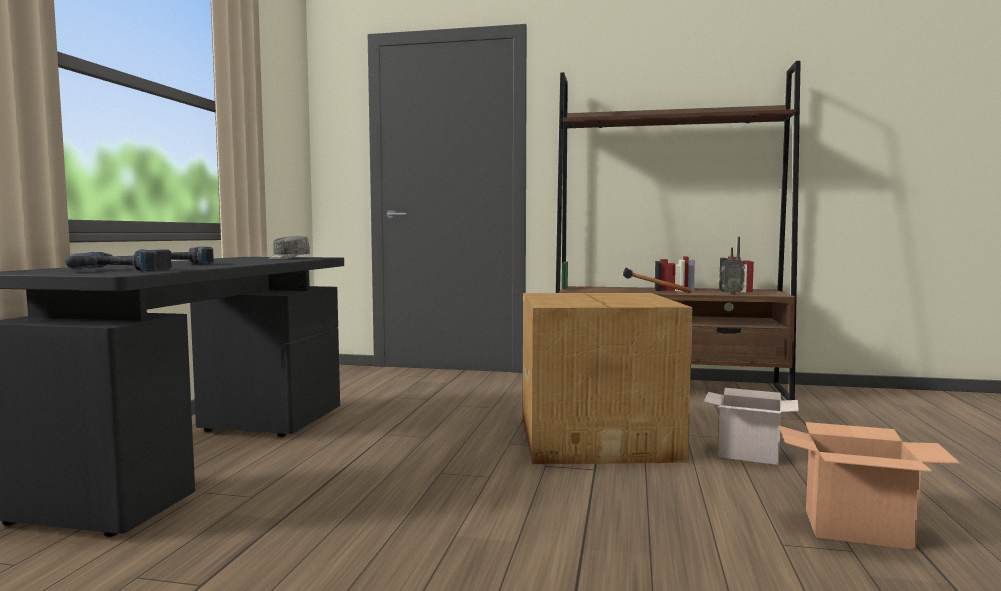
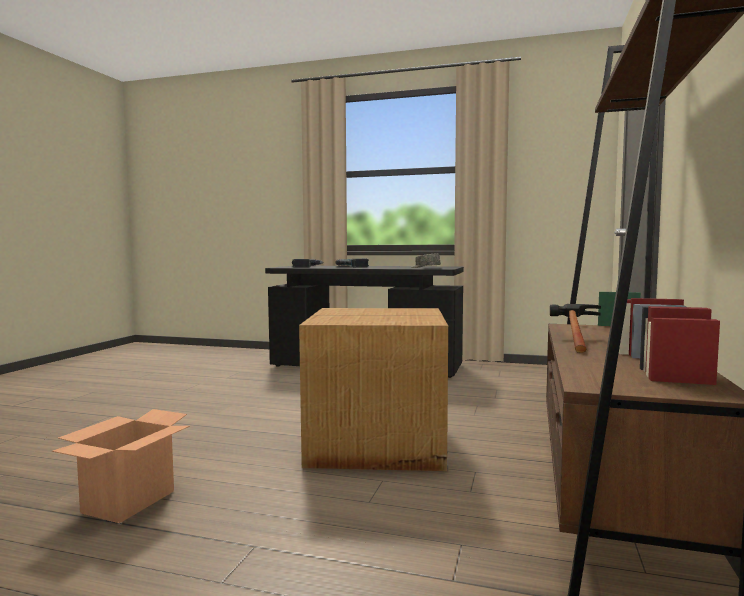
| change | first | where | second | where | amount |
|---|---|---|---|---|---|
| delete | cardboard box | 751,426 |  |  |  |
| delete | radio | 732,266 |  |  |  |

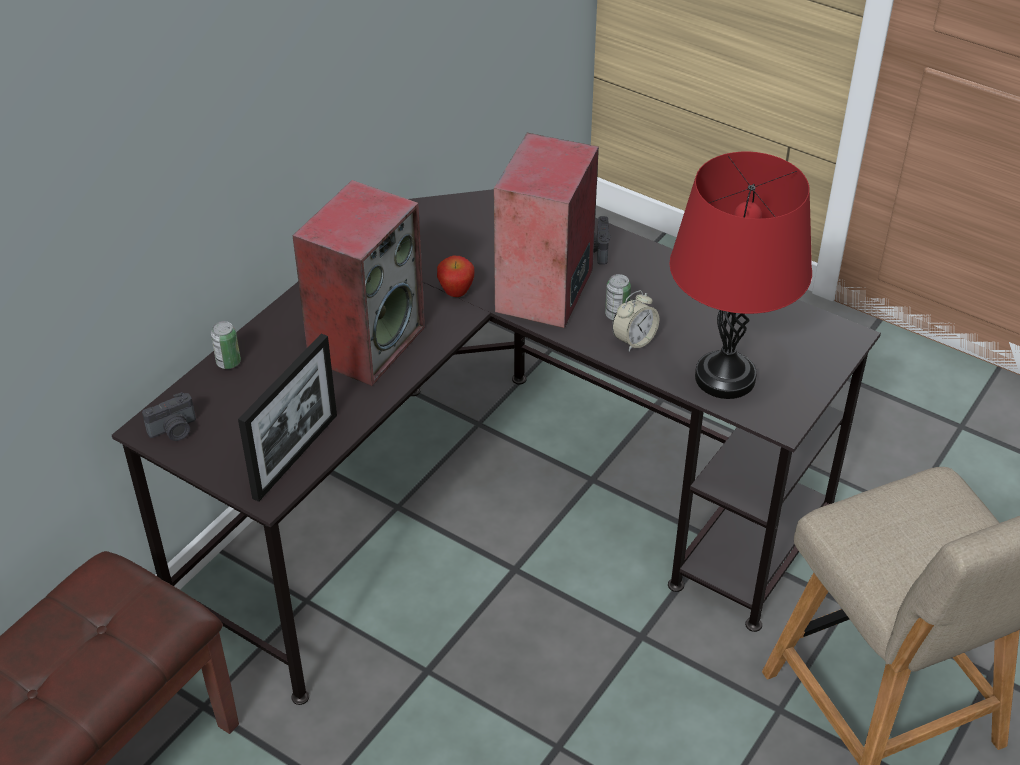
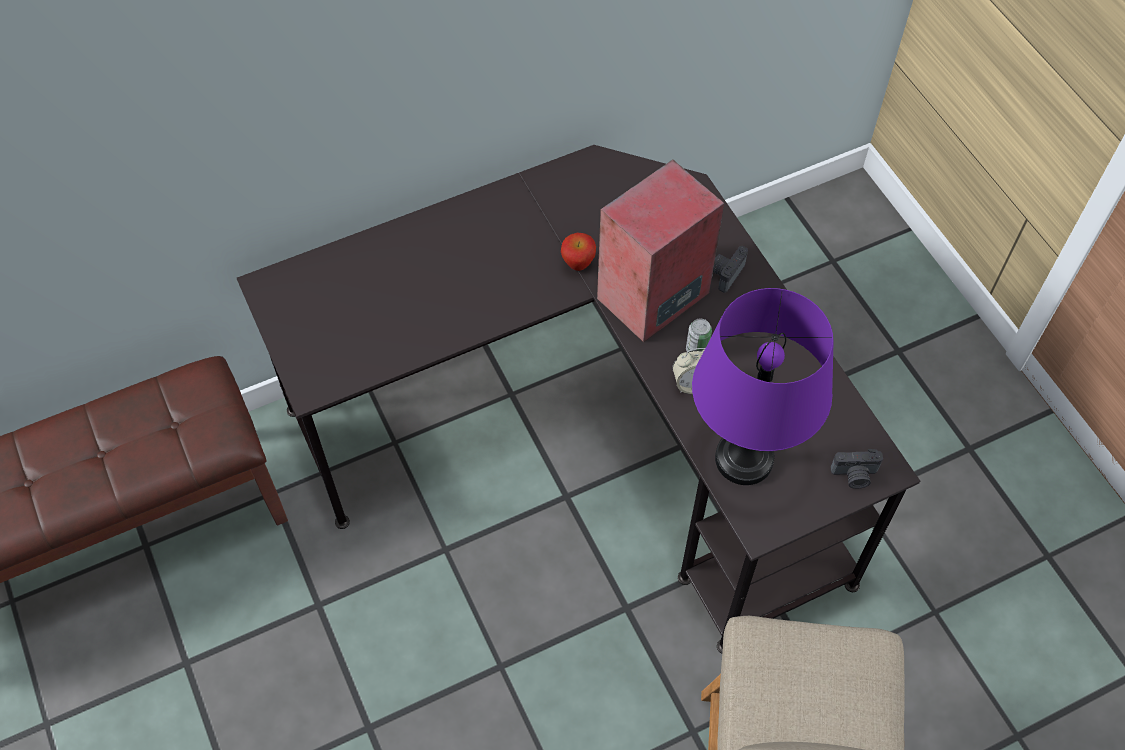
| change | first | where | second | where | amount |
|---|---|---|---|---|---|
| move | photo camera | 169,416 |  | 856,469 |  |
| delete | can | 226,345 |  |  |  |
| delete | picture frame | 287,418 |  |  |  |
| delete | speaker | 359,283 |  |  |  |
| recolor | red table lamp | 740,275 | purple table lamp | 762,386 |  |

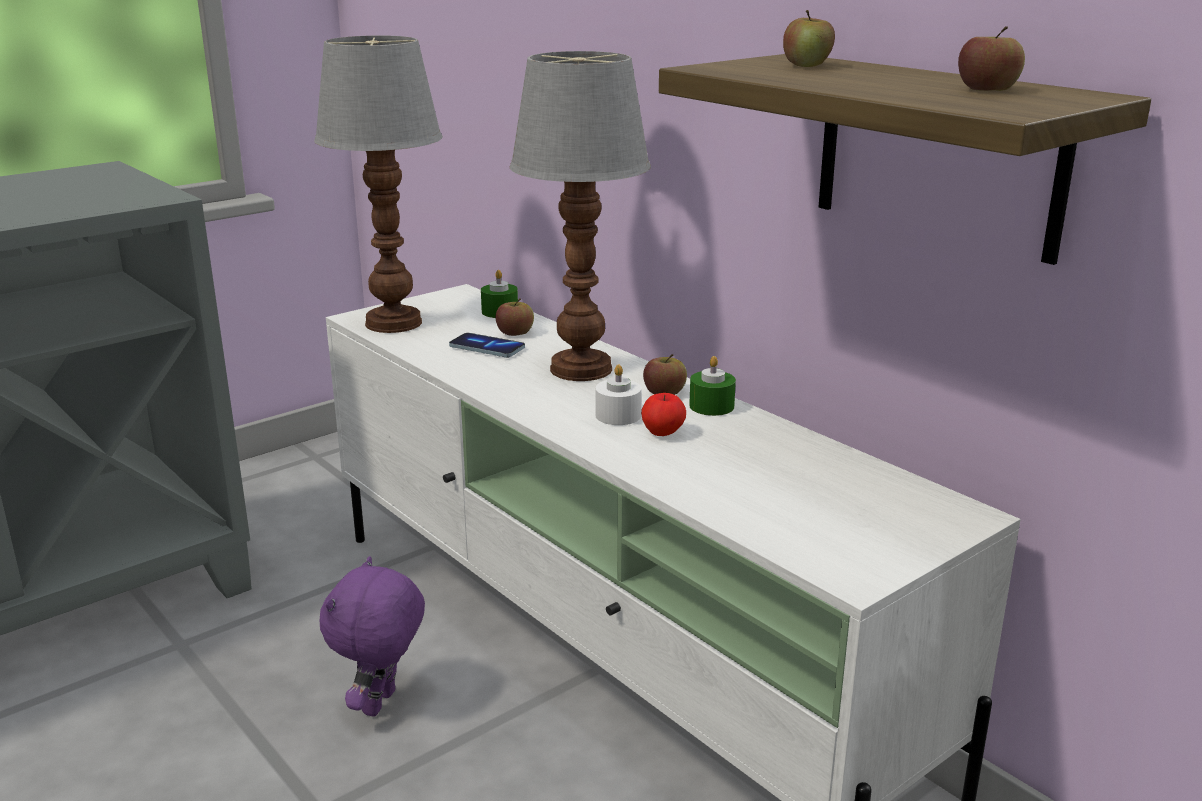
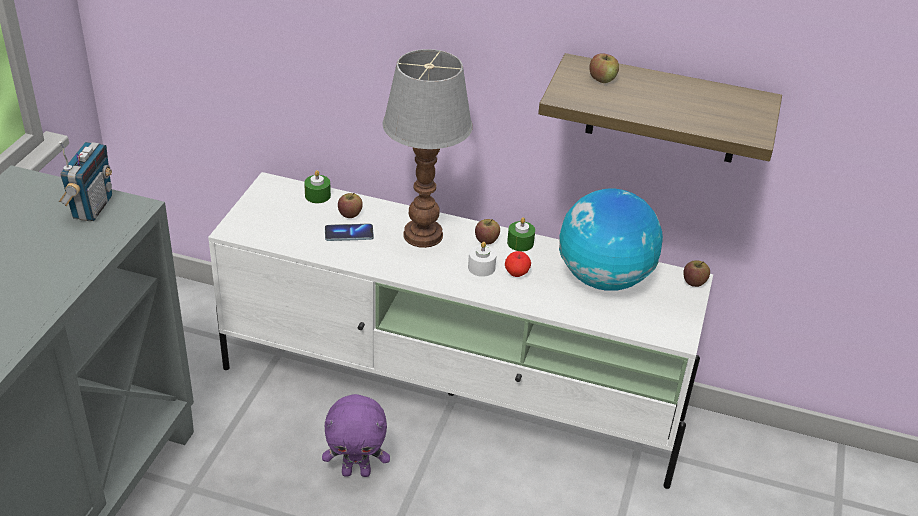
| change | first | where | second | where | amount |
|---|---|---|---|---|---|
| delete | table lamp | 378,184 |  |  |  |
| rotate | purple plush toy | 372,636 |  | 356,435 | 75 degrees counterclockwise |
| move | apple | 991,58 |  | 696,273 |  |
| insert |  |  | radio | 85,181 |  |
| insert |  |  | globe | 611,240 |  |

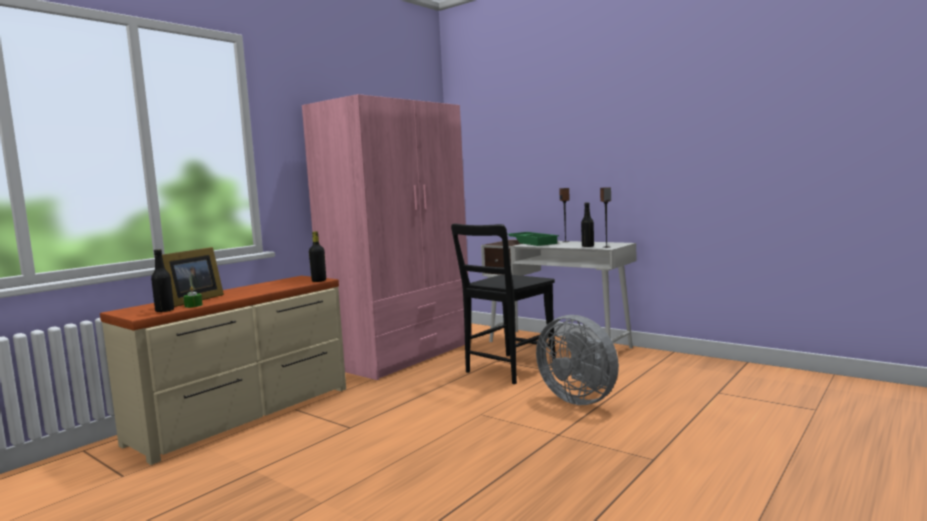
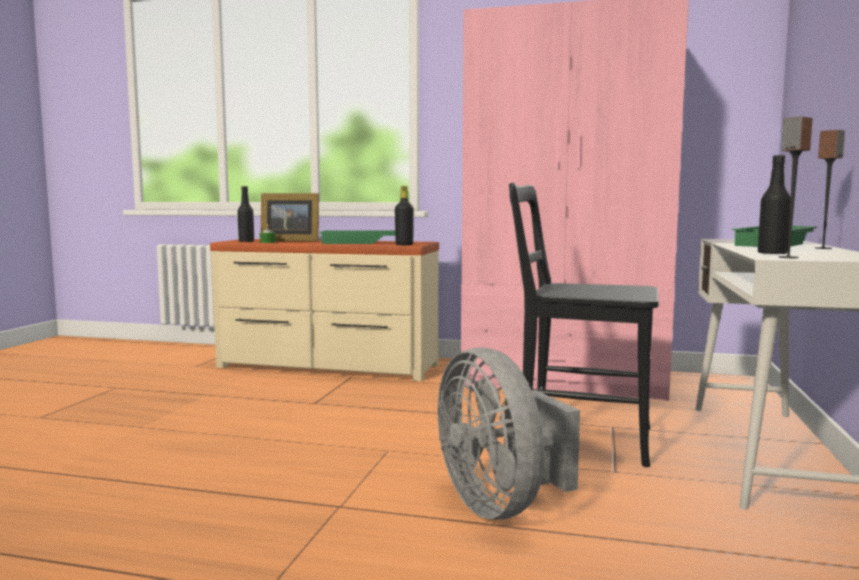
| change | first | where | second | where | amount |
|---|---|---|---|---|---|
| rotate | grey fan | 577,360 |  | 508,433 | 45 degrees counterclockwise |
| insert |  |  | green tray | 357,237 |  |

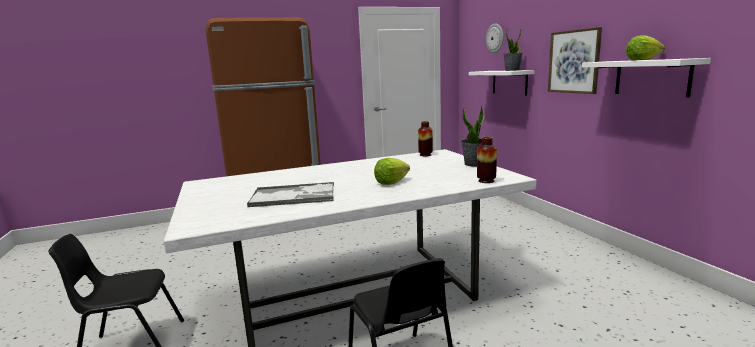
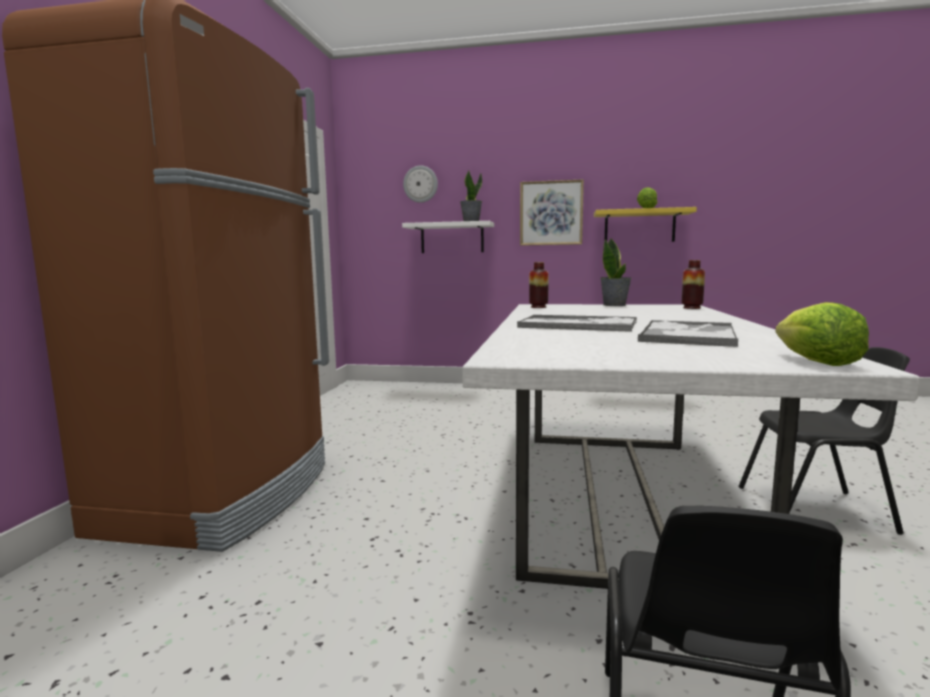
| change | first | where | second | where | amount |
|---|---|---|---|---|---|
| move | lettuce | 392,171 |  | 822,334 |  |
| recolor | white shelf | 646,77 | yellow shelf | 645,224 |  |
| insert |  |  | tray | 577,323 |  |

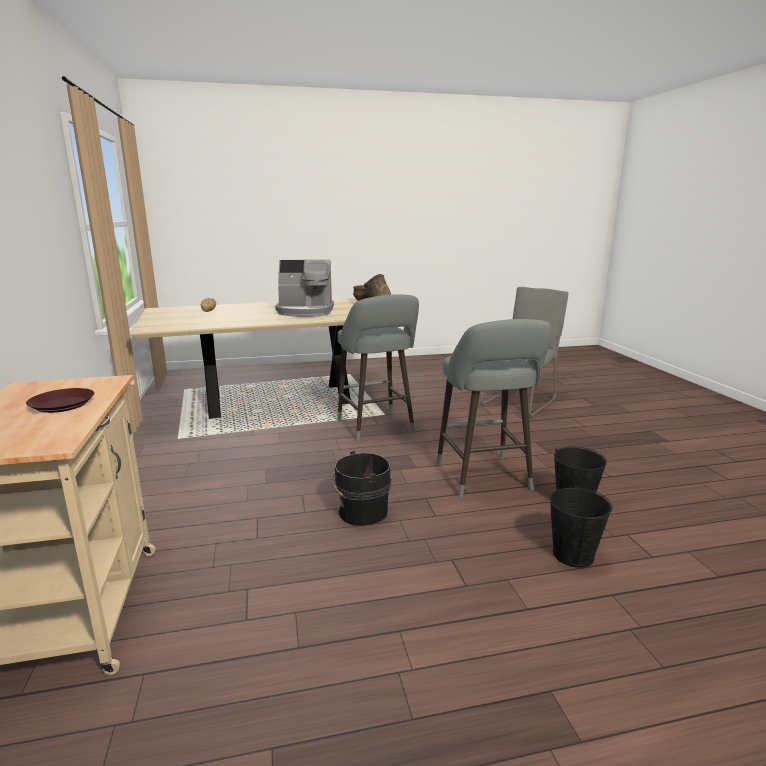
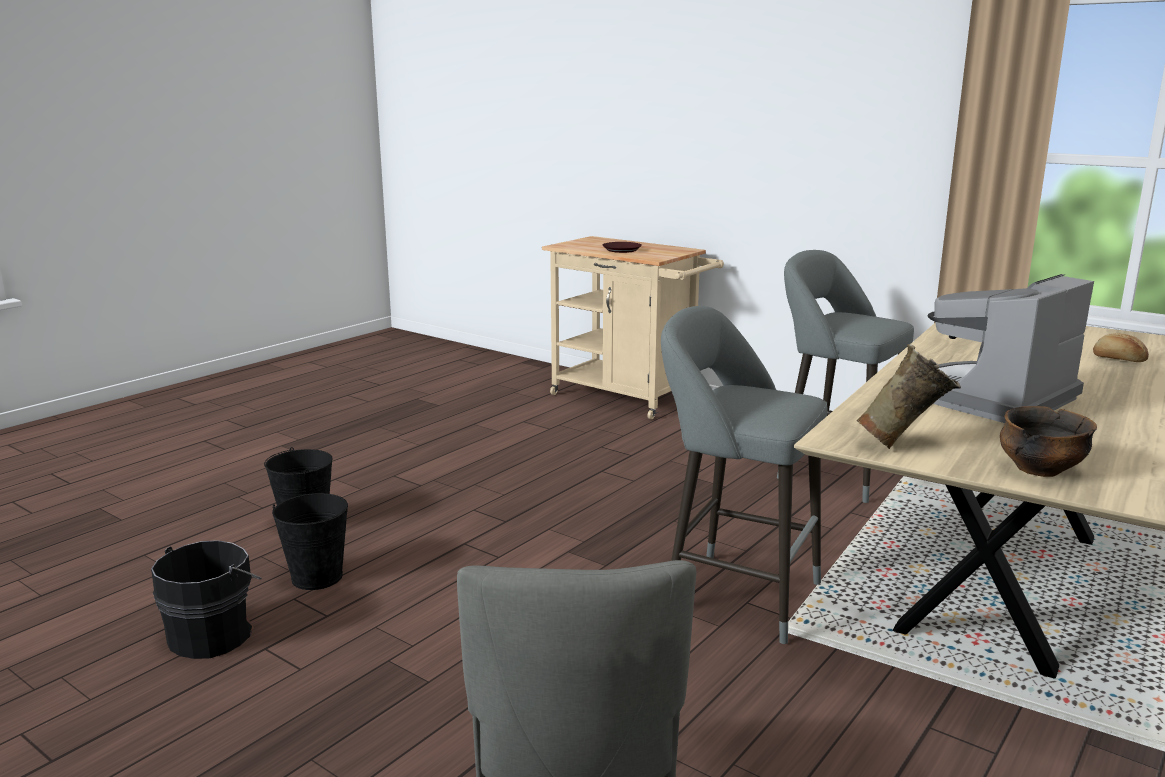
| change | first | where | second | where | amount |
|---|---|---|---|---|---|
| move | black bucket | 361,488 |  | 206,599 |  |
| move | grey stool | 494,408 |  | 845,376 |  |

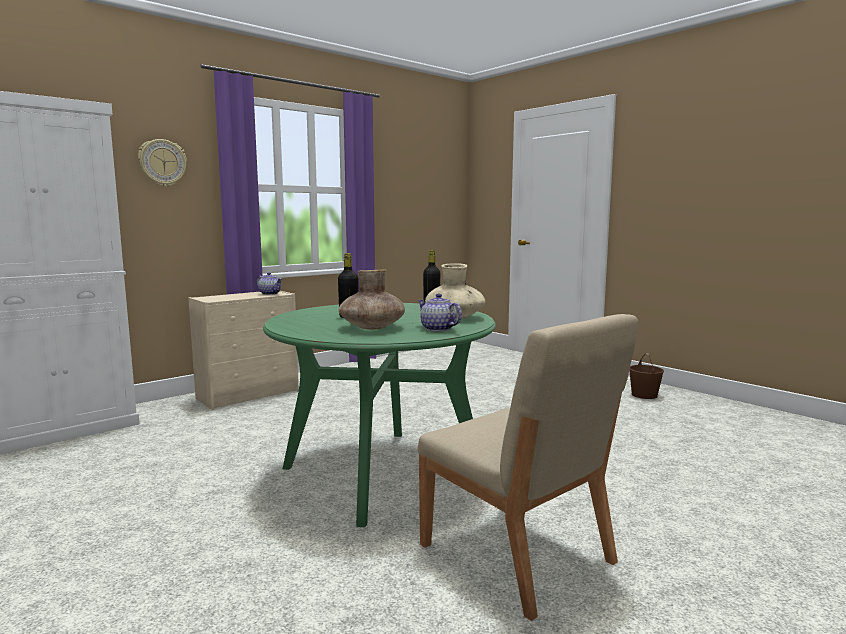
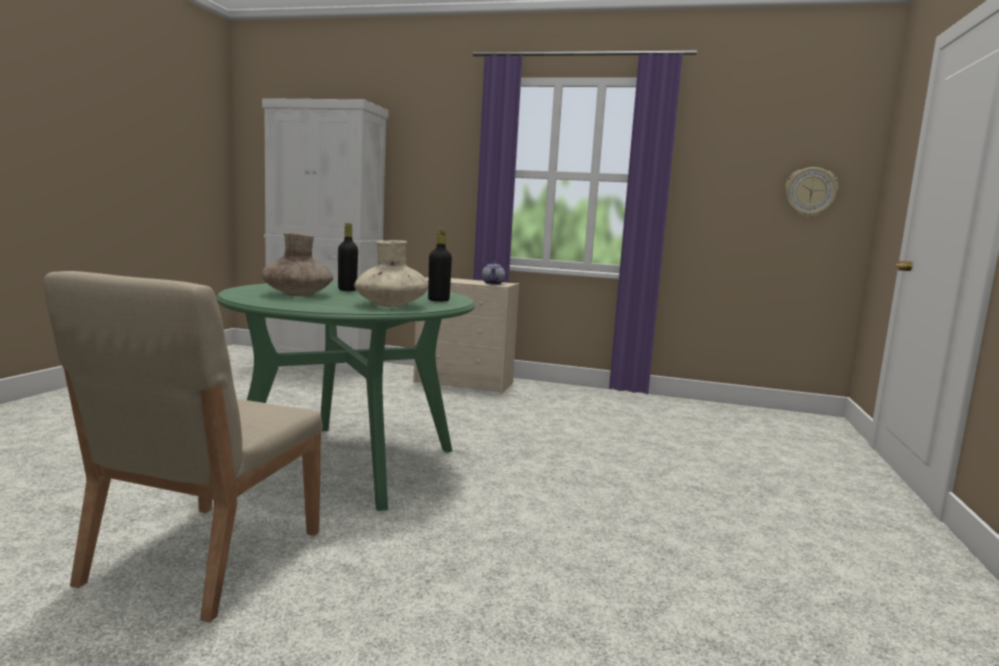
| change | first | where | second | where | amount |
|---|---|---|---|---|---|
| move | wall clock | 162,163 |  | 811,192 |  |
| delete | teapot | 439,312 |  |  |  |
| delete | brown bucket | 646,376 |  |  |  |

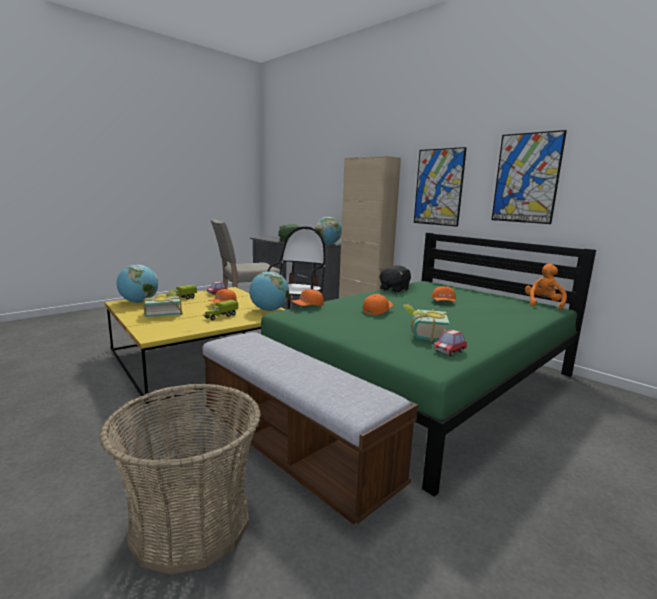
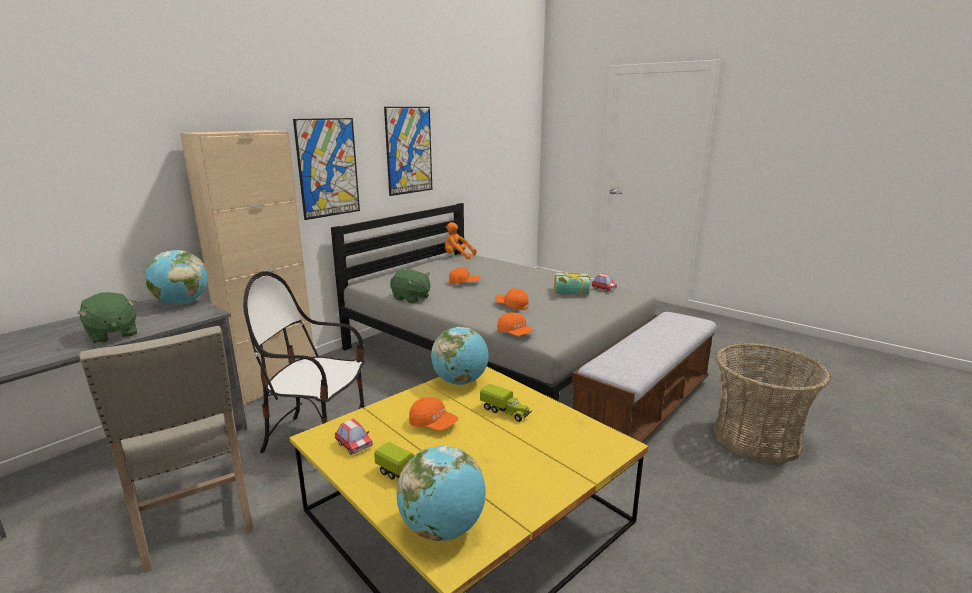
| change | first | where | second | where | amount |
|---|---|---|---|---|---|
| delete | book | 163,303 |  |  |  |
| recolor | green bed | 428,365 | grey bed | 494,302 |  |
| recolor | black plush toy | 395,279 | green plush toy | 410,286 |  |

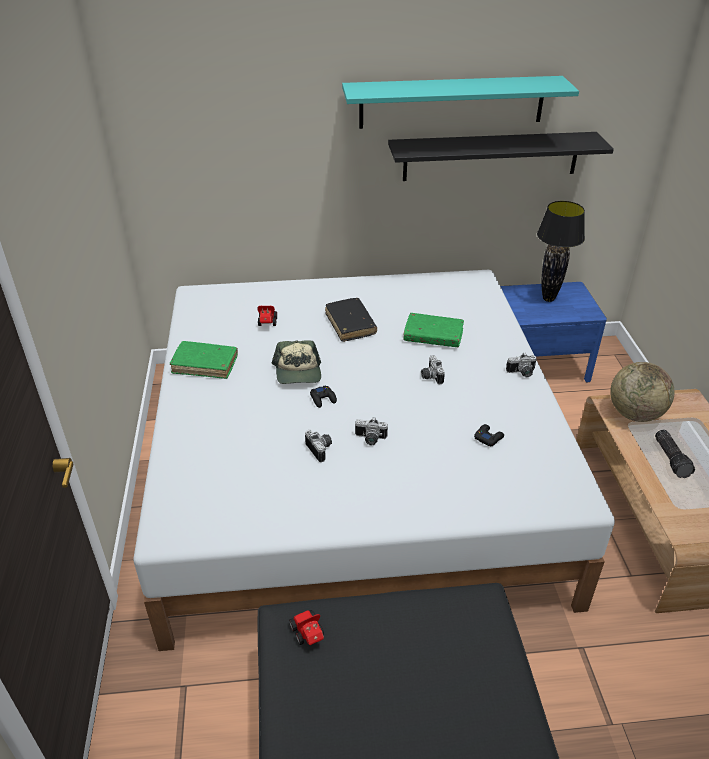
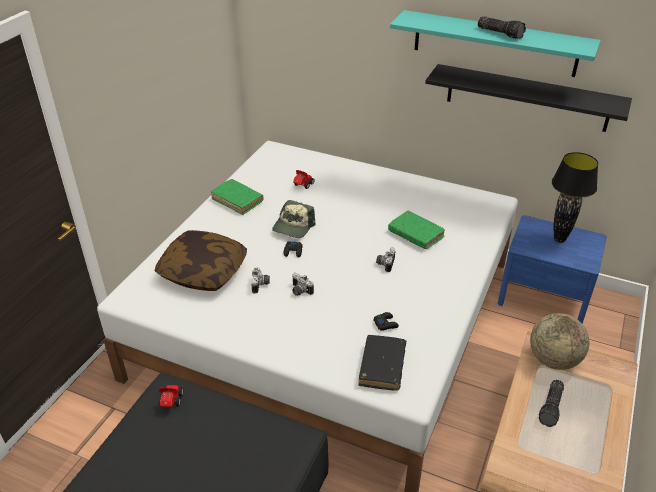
| change | first | where | second | where | amount |
|---|---|---|---|---|---|
| move | black book | 351,320 |  | 382,363 |  |
| delete | photo camera | 521,365 |  |  |  |
| insert |  |  | pillow | 201,260 |  |
| insert |  |  | flashlight | 502,27 |  |

